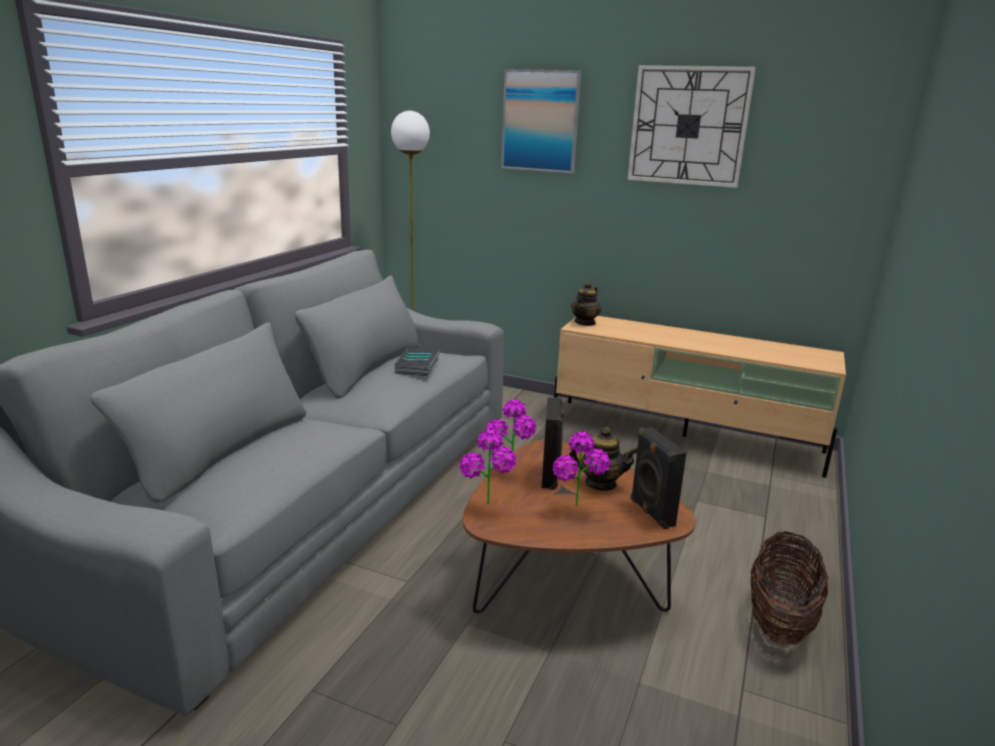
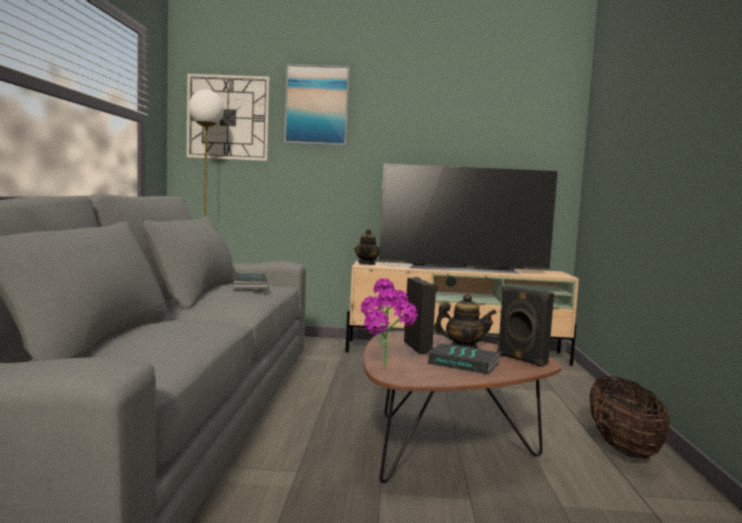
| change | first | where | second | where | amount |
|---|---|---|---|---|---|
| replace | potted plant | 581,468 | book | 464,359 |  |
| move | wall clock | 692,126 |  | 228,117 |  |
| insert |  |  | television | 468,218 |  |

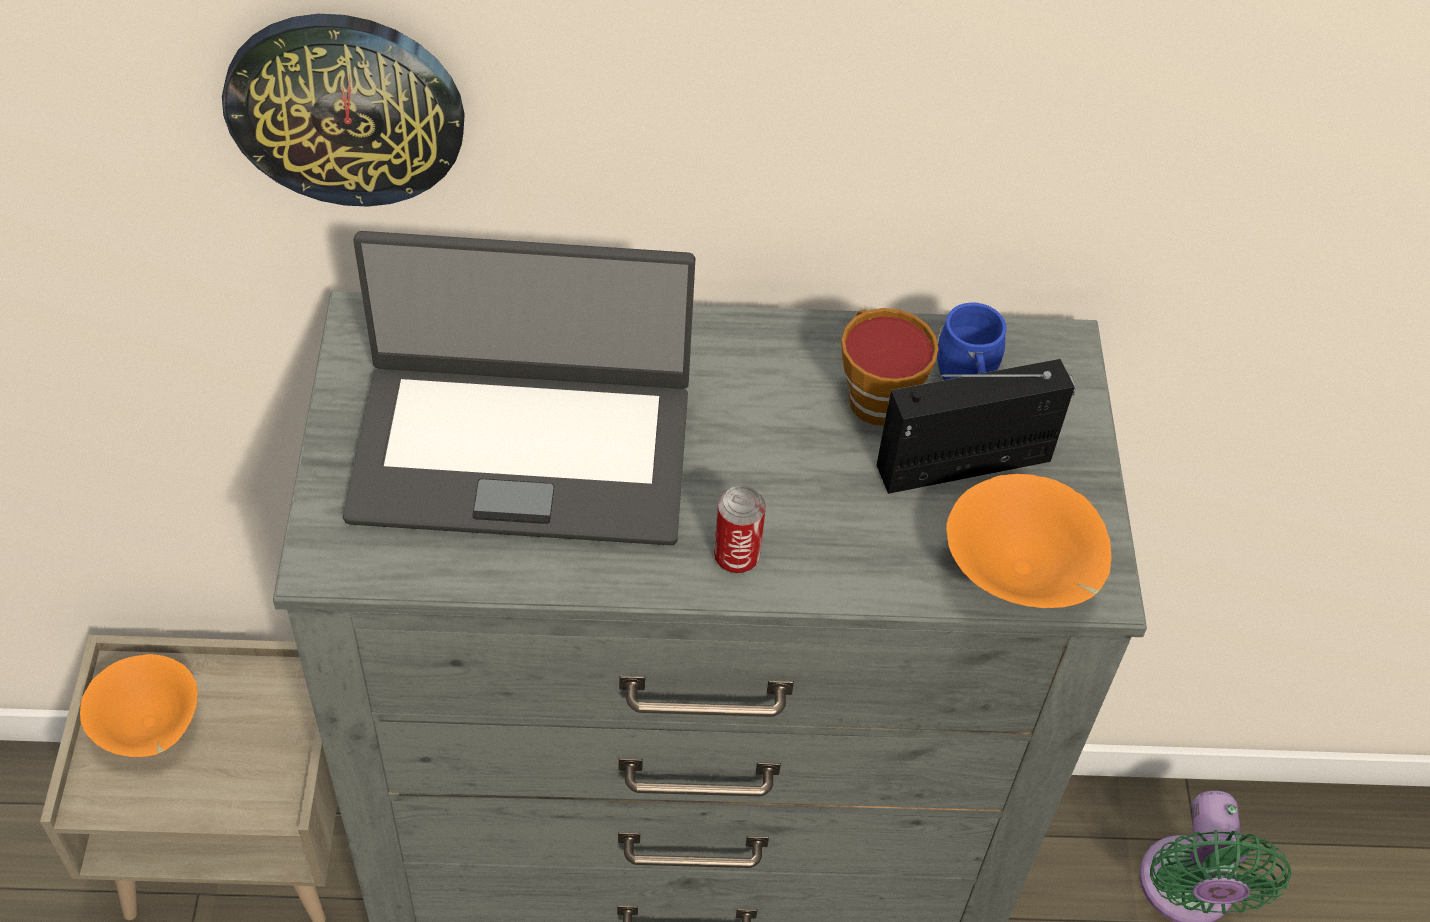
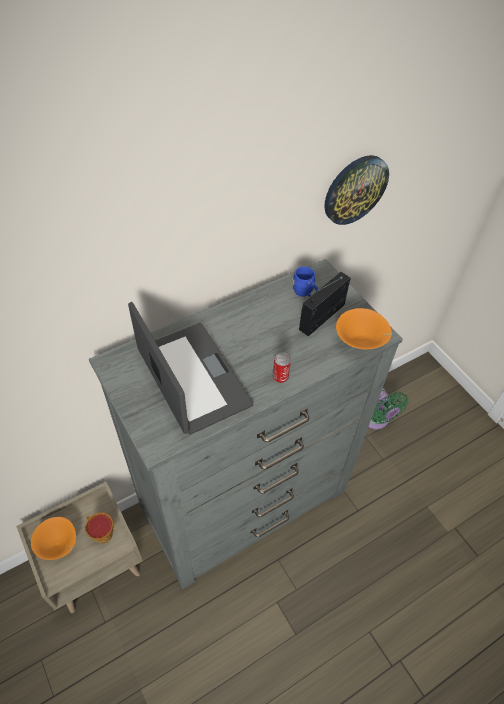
| change | first | where | second | where | amount |
|---|---|---|---|---|---|
| move | wall clock | 343,110 |  | 356,190 |  |
| rotate | laptop | 519,388 |  | 190,368 | 90 degrees counterclockwise |
| move | cup | 890,367 |  | 99,527 |  |

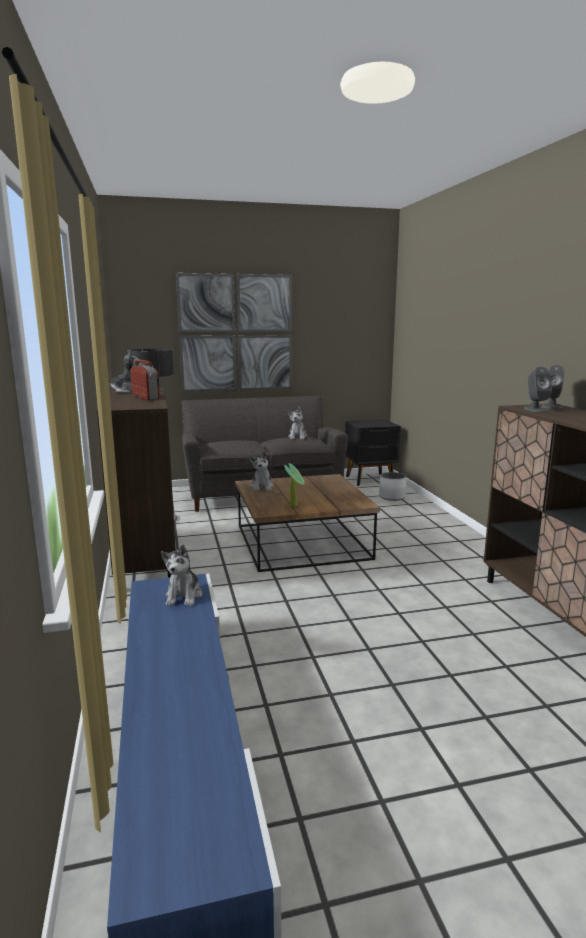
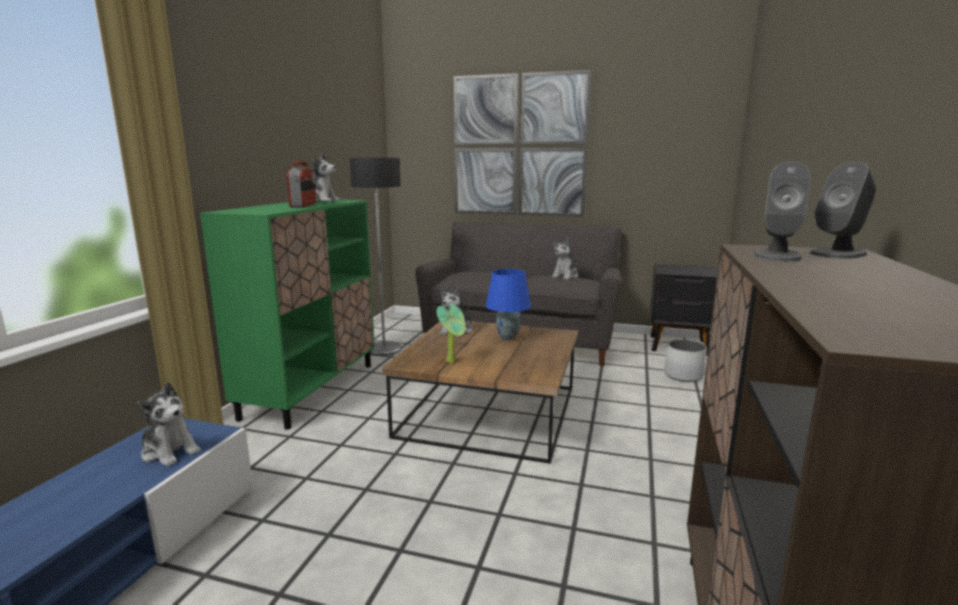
| change | first | where | second | where | amount |
|---|---|---|---|---|---|
| recolor | brown cabinet | 136,483 | green cabinet | 287,314 |  |
| rotate | plush toy | 181,575 |  | 169,424 | 90 degrees counterclockwise |
| insert |  |  | blue table lamp | 508,304 |  |

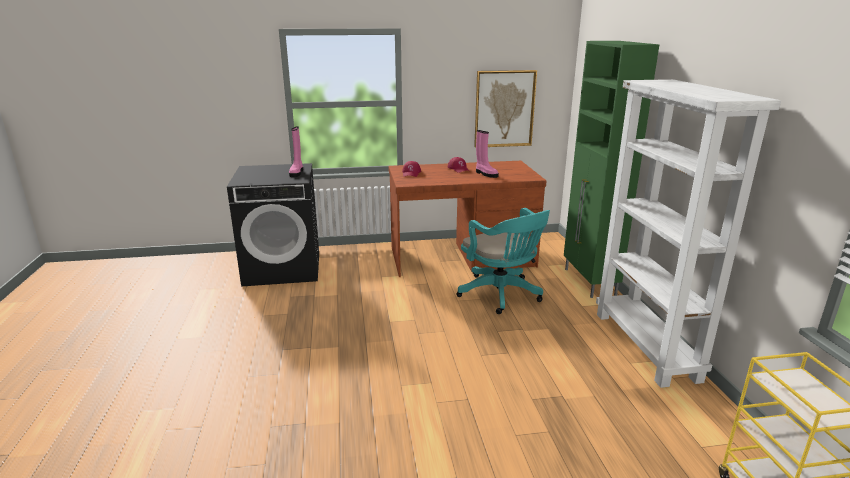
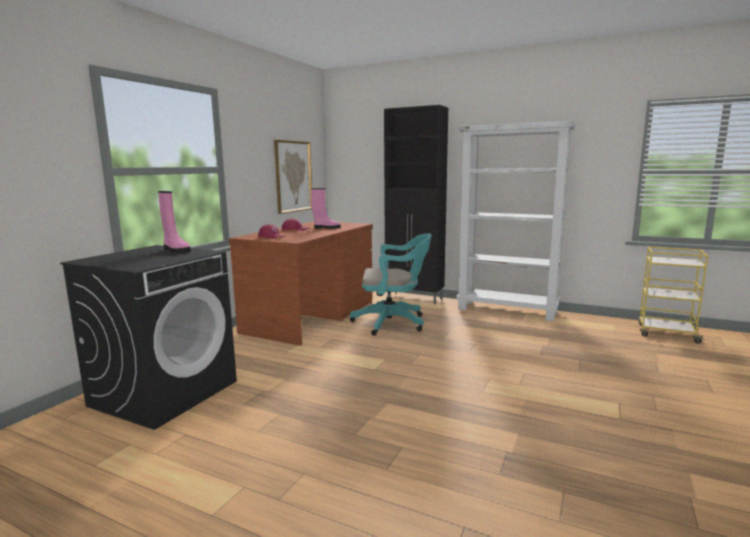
| change | first | where | second | where | amount |
|---|---|---|---|---|---|
| recolor | green cabinet | 611,169 | black cabinet | 416,204 |  |

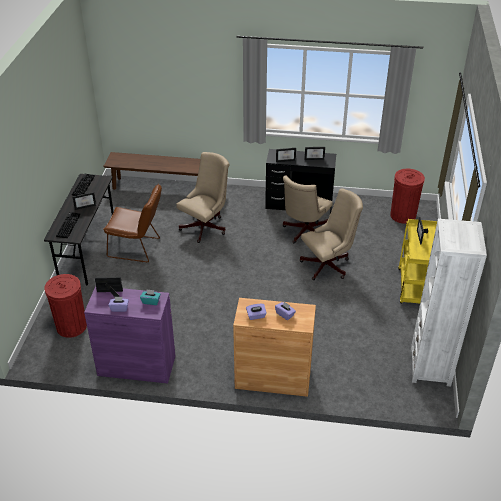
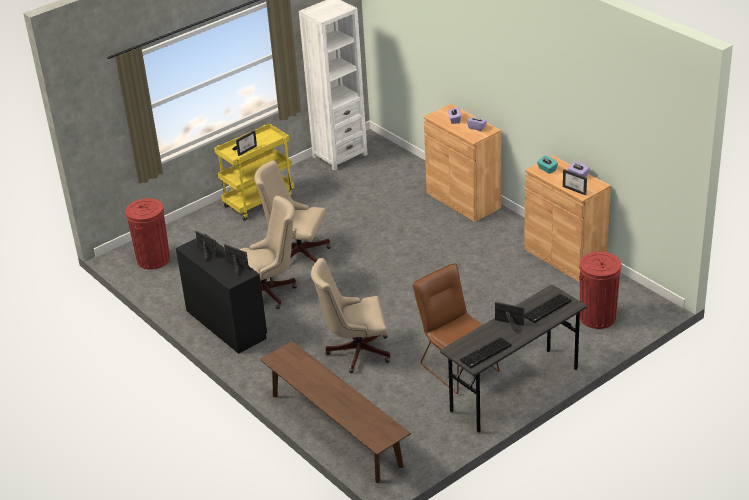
| change | first | where | second | where | amount |
|---|---|---|---|---|---|
| recolor | purple cabinet | 130,335 | brown cabinet | 567,218 |  |

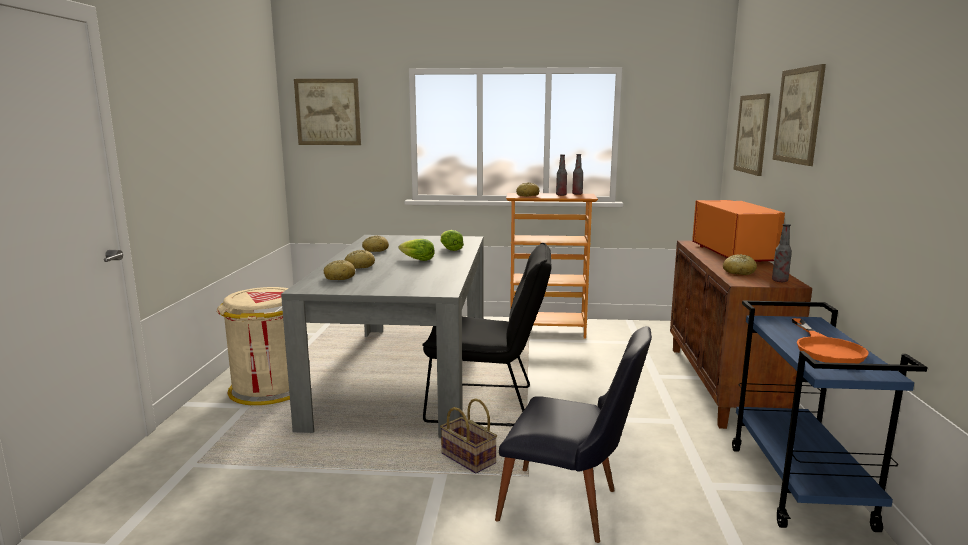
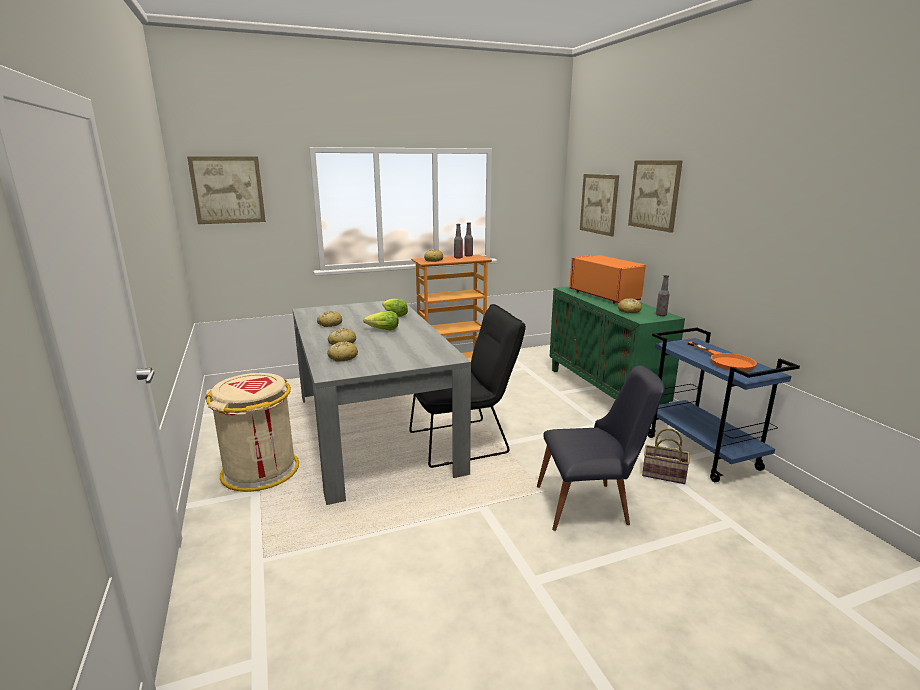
| change | first | where | second | where | amount |
|---|---|---|---|---|---|
| move | basket | 468,436 |  | 666,456 |  |
| recolor | brown cabinet | 741,334 | green cabinet | 617,345 |  |

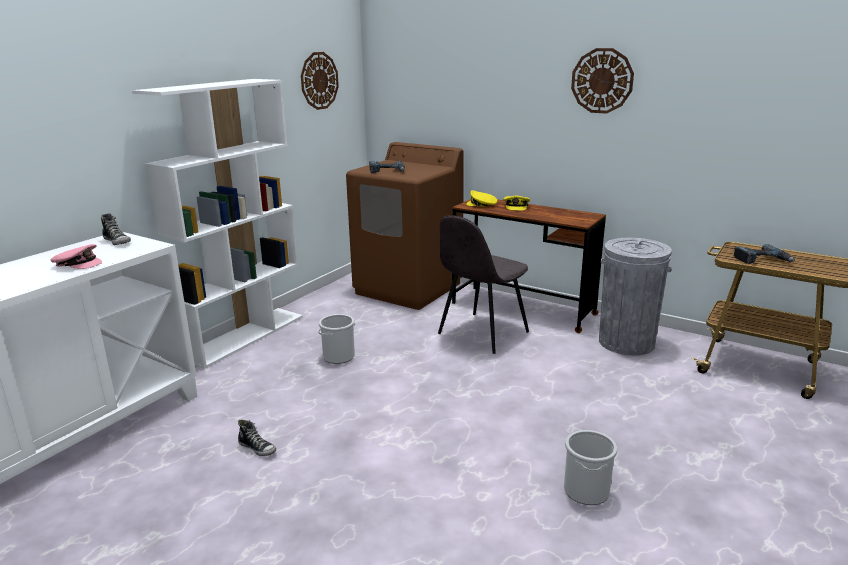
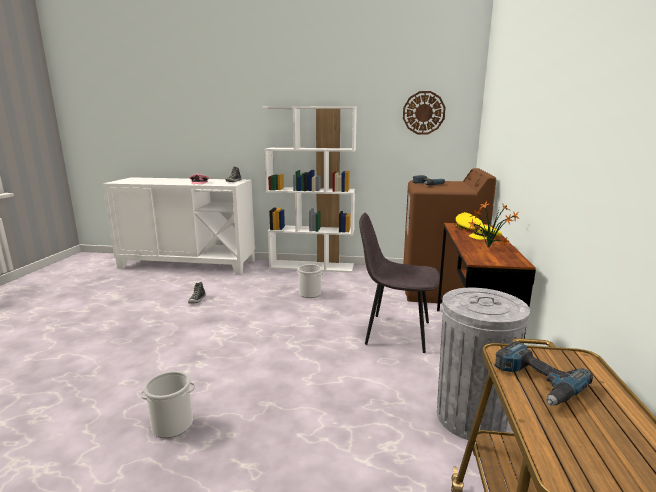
| change | first | where | second | where | amount |
|---|---|---|---|---|---|
| delete | wall clock | 602,81 |  |  |  |
| insert |  |  | potted plant | 494,224 |  |

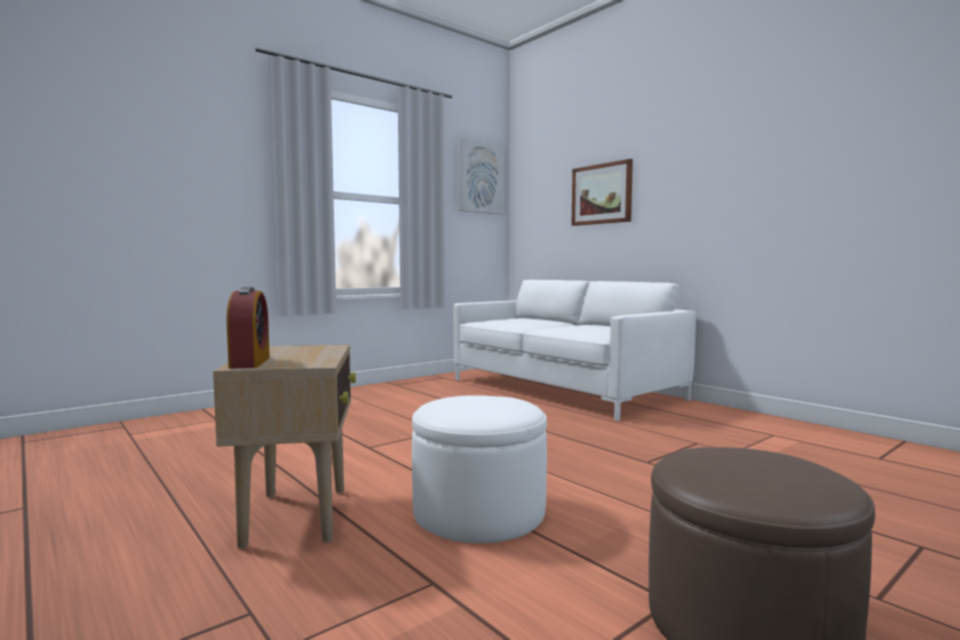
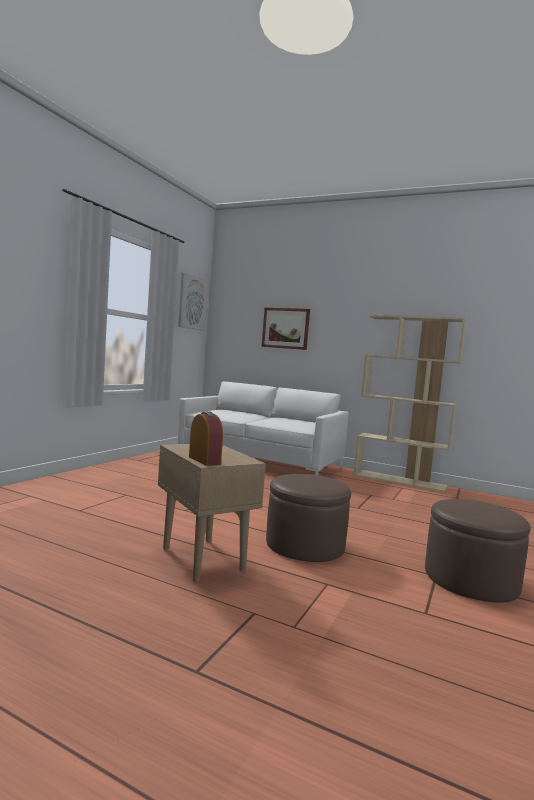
| change | first | where | second | where | amount |
|---|---|---|---|---|---|
| recolor | white ottoman | 479,469 | brown ottoman | 308,518 |  |
| insert |  |  | beige bookcase | 410,403 |  |

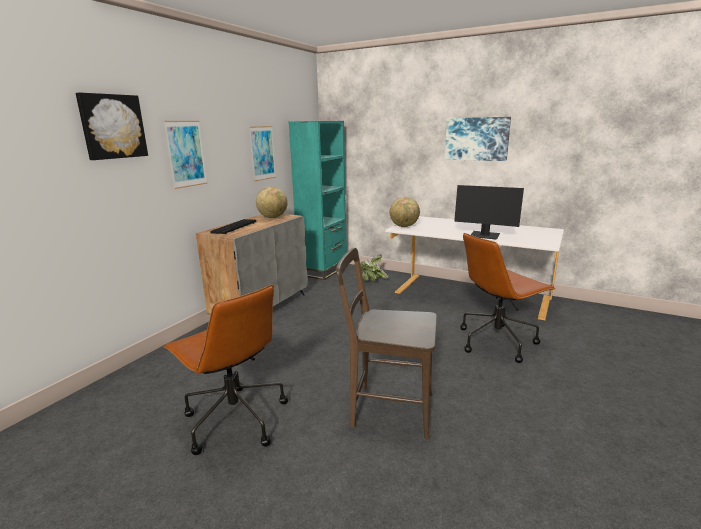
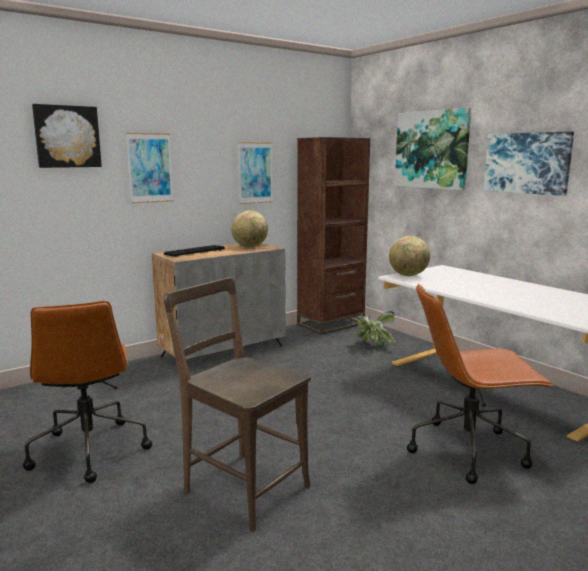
| change | first | where | second | where | amount |
|---|---|---|---|---|---|
| recolor | turquoise bookcase | 318,200 | brown bookcase | 333,236 |  |
| delete | monitor | 489,212 |  |  |  |
| insert |  |  | picture | 433,148 |  |

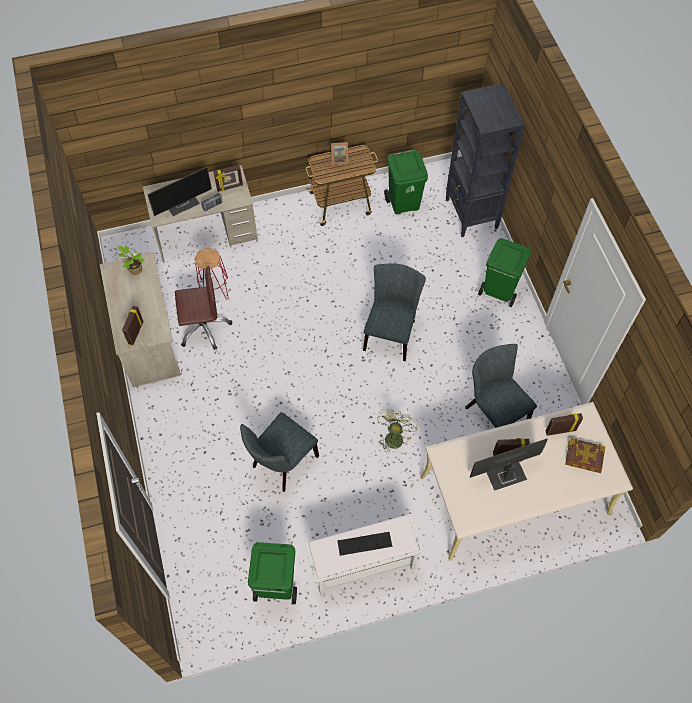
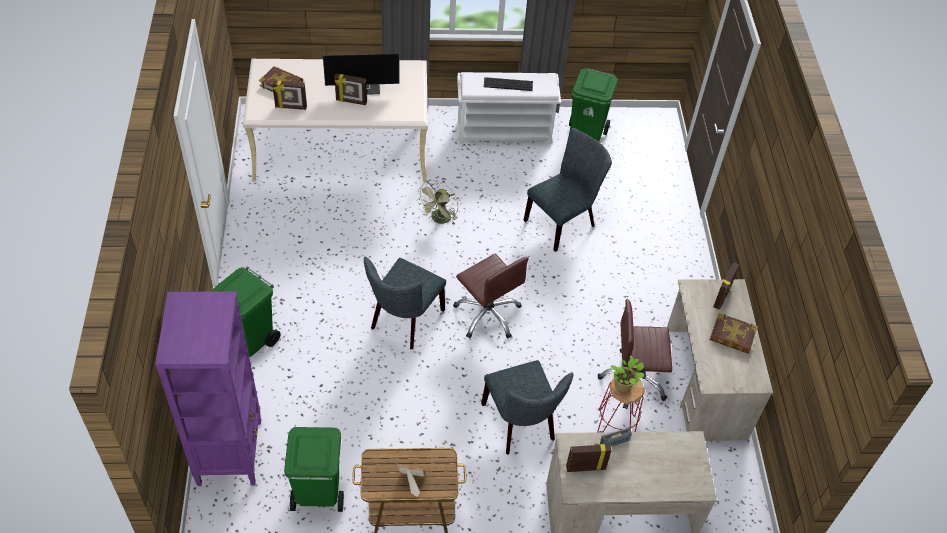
| change | first | where | second | where | amount |
|---|---|---|---|---|---|
| move | potted plant | 131,260 |  | 627,374 |  |
| delete | monitor | 179,191 |  |  |  |
| recolor | black bookcase | 485,160 | purple bookcase | 208,388 |  |
| move | grey chair | 501,386 |  | 527,407 |  |
| insert |  |  | brown office chair | 491,296 |  |
| insert |  |  | book | 734,333 |  |

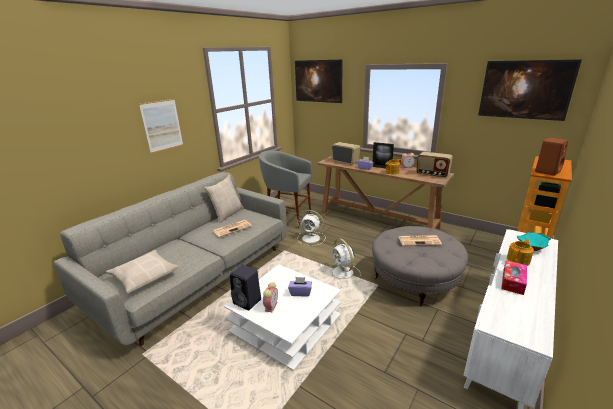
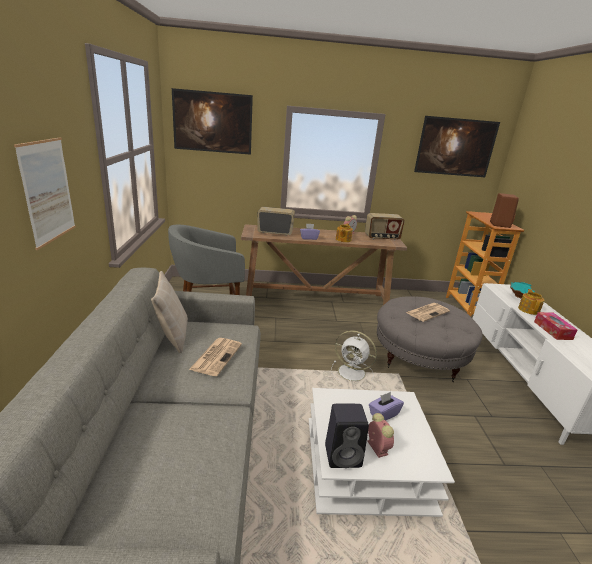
| change | first | where | second | where | amount |
|---|---|---|---|---|---|
| delete | beige pillow | 142,272 |  |  |  |
| delete | white fan | 311,228 |  |  |  |
| delete | picture frame | 383,155 |  |  |  |

